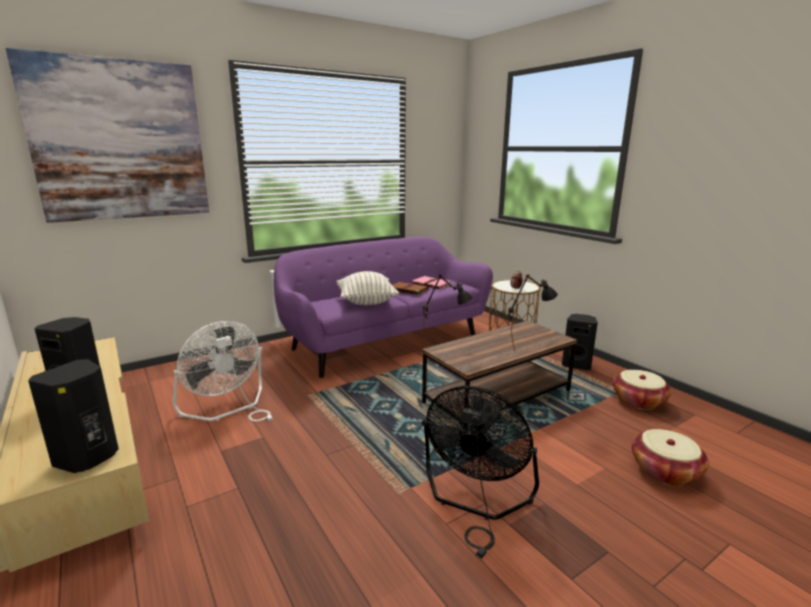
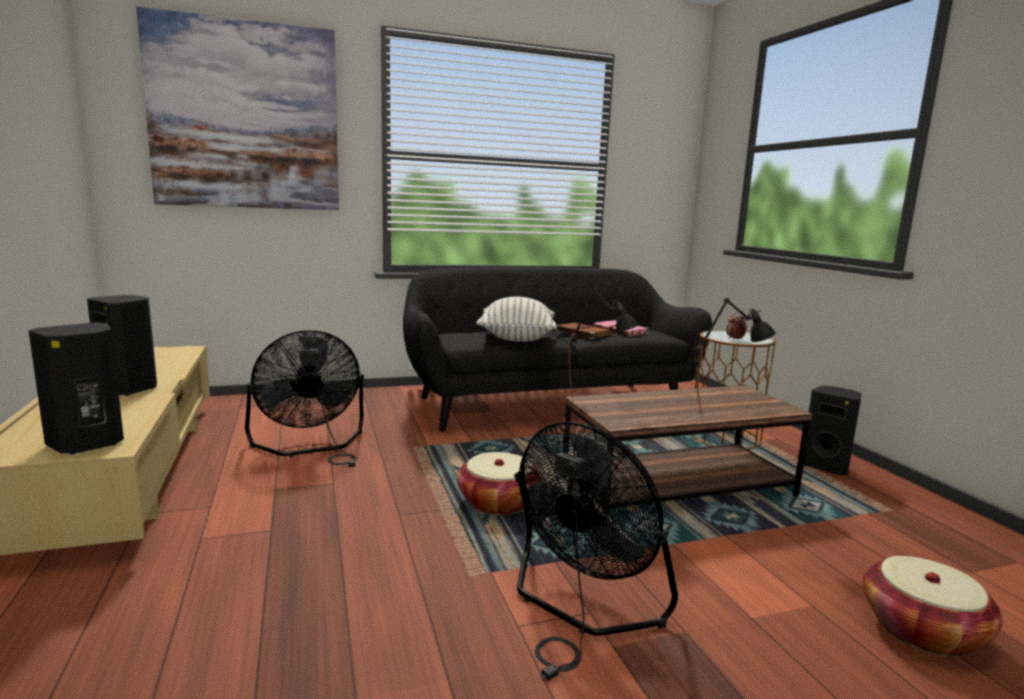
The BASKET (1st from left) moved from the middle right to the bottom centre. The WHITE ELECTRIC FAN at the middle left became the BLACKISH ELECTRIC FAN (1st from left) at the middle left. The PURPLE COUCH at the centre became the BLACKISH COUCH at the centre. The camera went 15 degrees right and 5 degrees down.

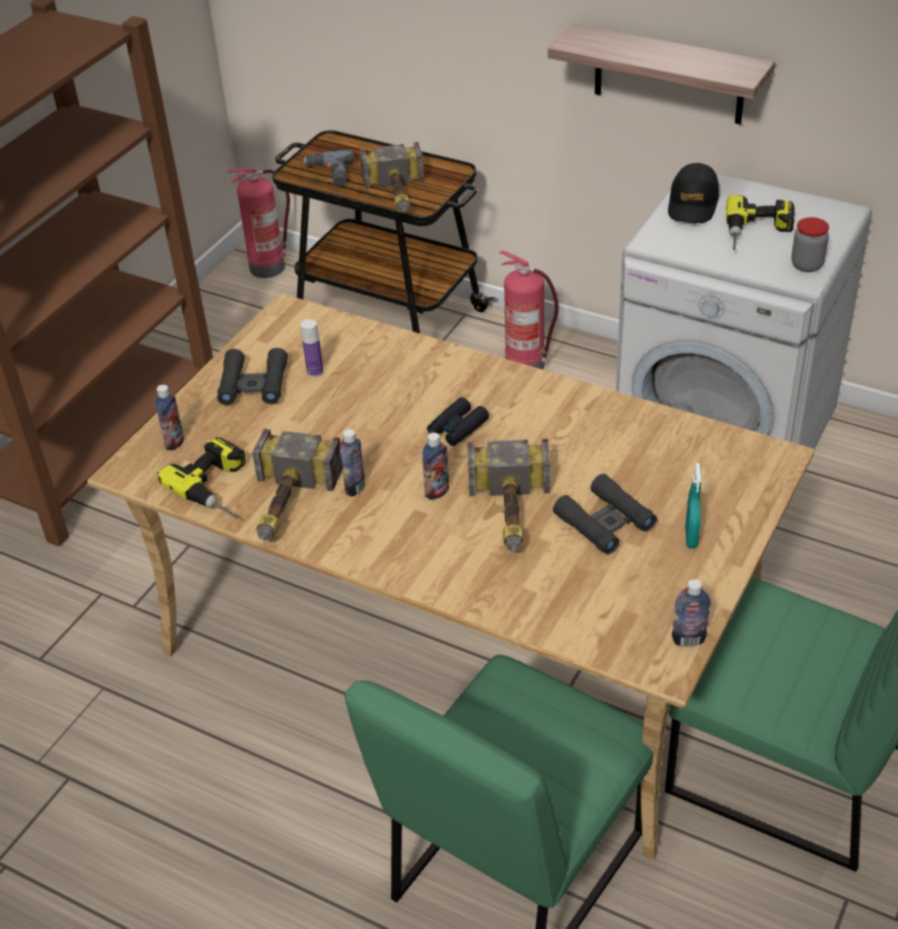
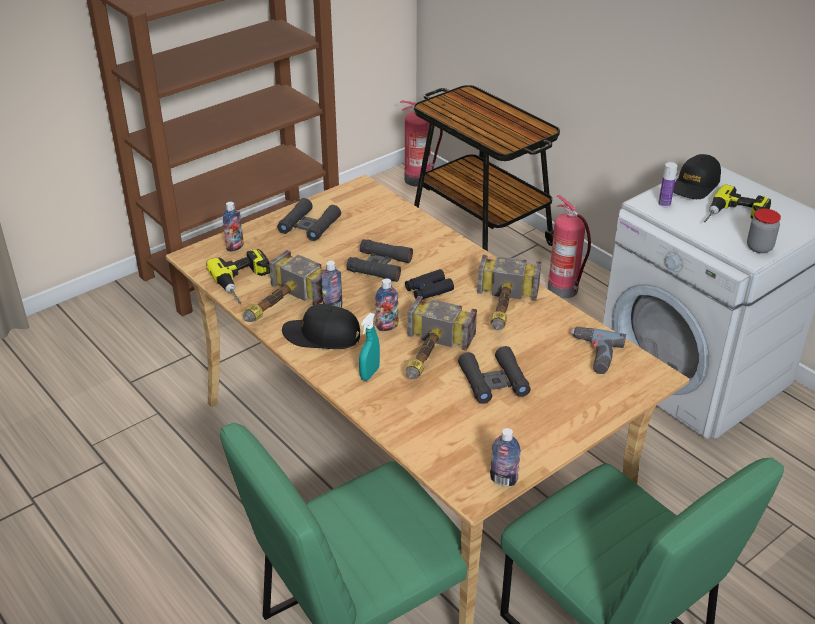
The WALL SHELF at the top right disappeared. The BLACKISH PEAKED CAP (1st from left) at the centre appeared. The BLACKISH FIELD GLASSES (2nd from left) at the centre appeared. The BEVERAGE BOTTLE (2nd from left in the first image) moved from the centre to the top right. The ELECTRIC DRILL (2nd from left) moved from the top centre to the middle right. The HAMMER (2nd from left in the first image) moved from the top centre to the centre. The TURQUOISE SPRAY BOTTLE moved from the middle right to the centre. The camera went 20 degrees right and 5 degrees down.

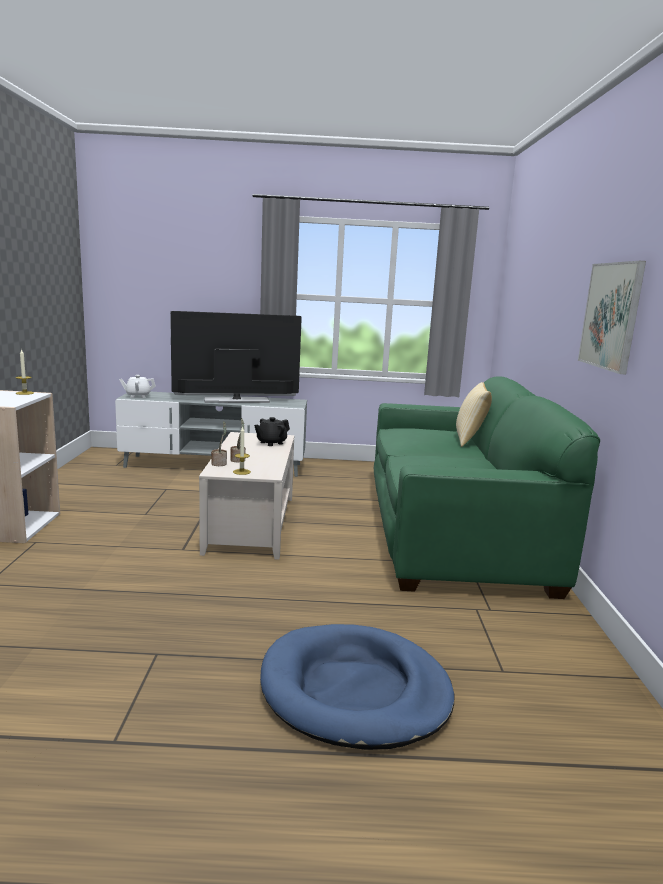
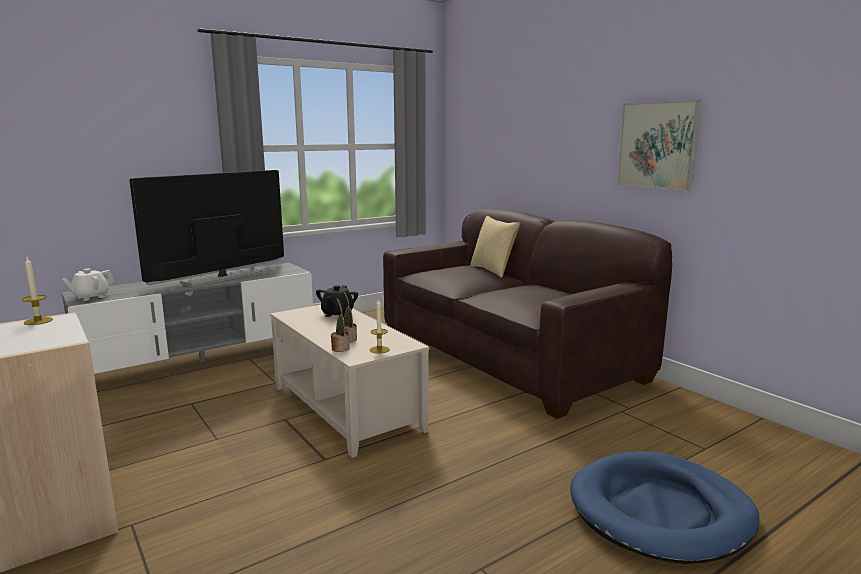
The GREENISH COUCH at the middle right became the BROWNISH COUCH at the centre. The camera went 35 degrees left and 0 degrees up.

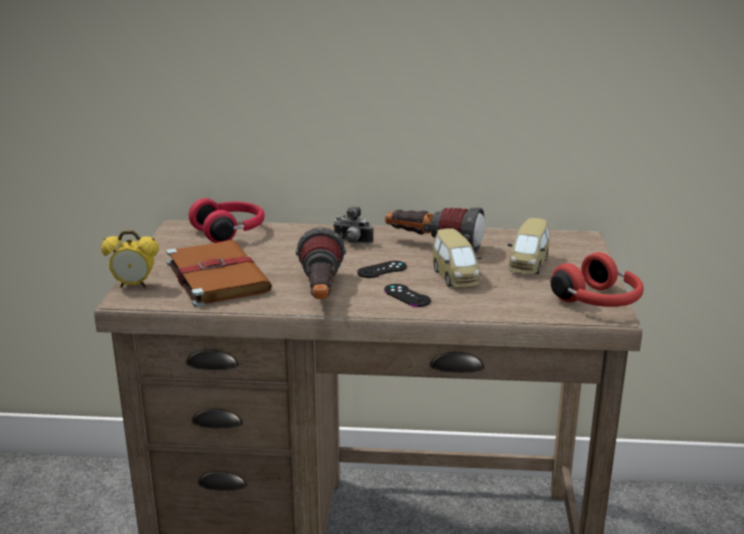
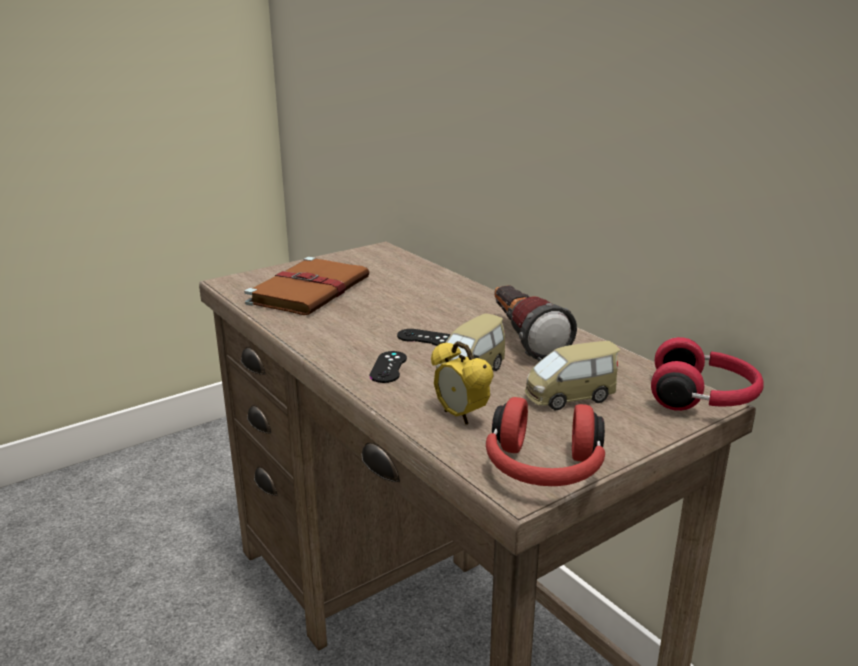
The HAND TORCH (1st from left) at the centre disappeared. The STILL CAMERA at the centre disappeared. The BEDSIDE CLOCK moved from the middle left to the centre. The RED-COLOURED HEADSET (1st from left in the first image) moved from the middle left to the middle right. The camera went 50 degrees right and 0 degrees up.

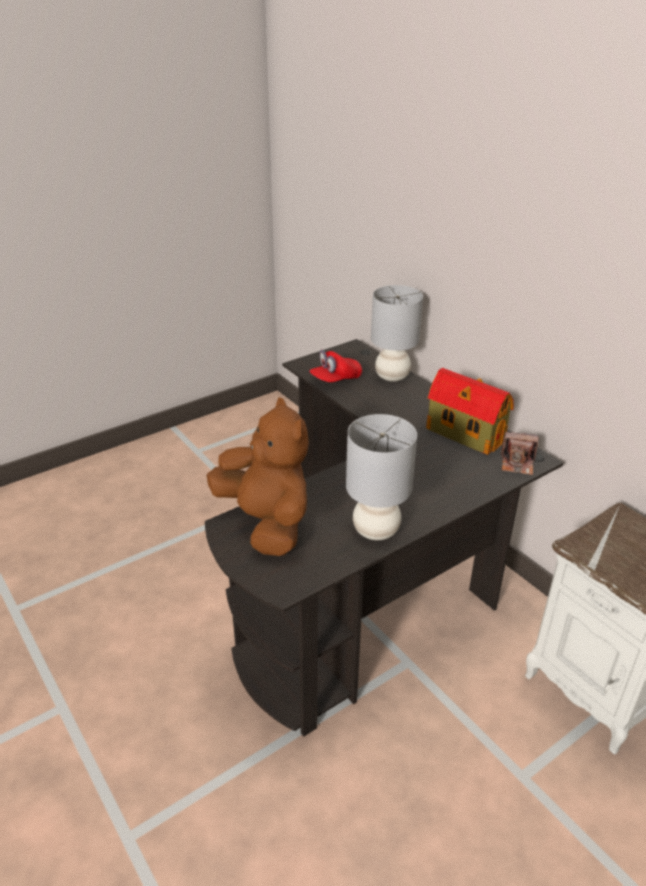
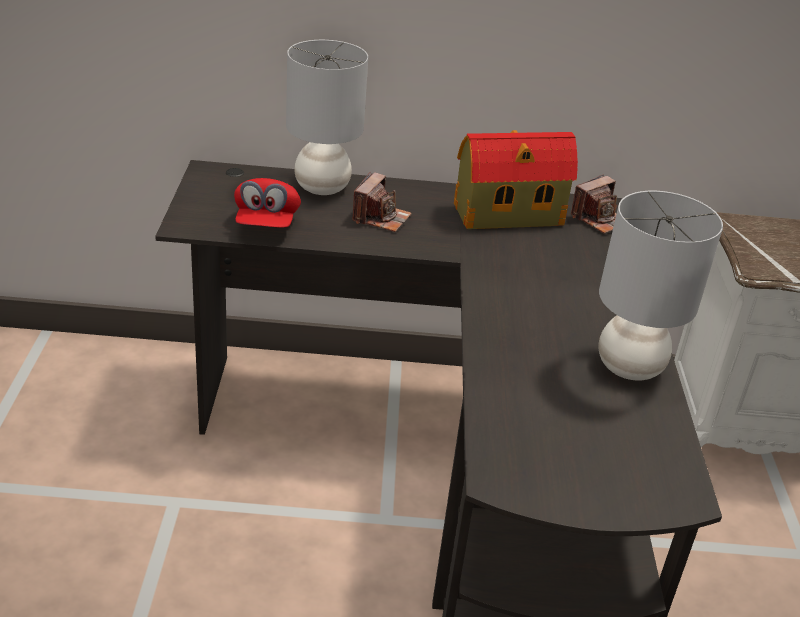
The BROWNISH SOFT TOY at the centre disappeared. The STILL CAMERA (1st from left) at the top centre appeared. The camera went 55 degrees left and 0 degrees up.

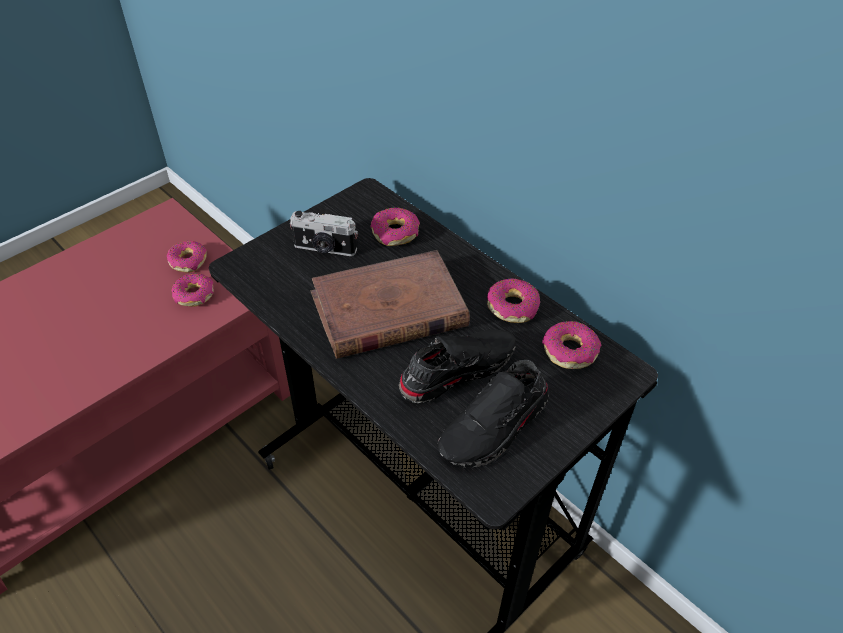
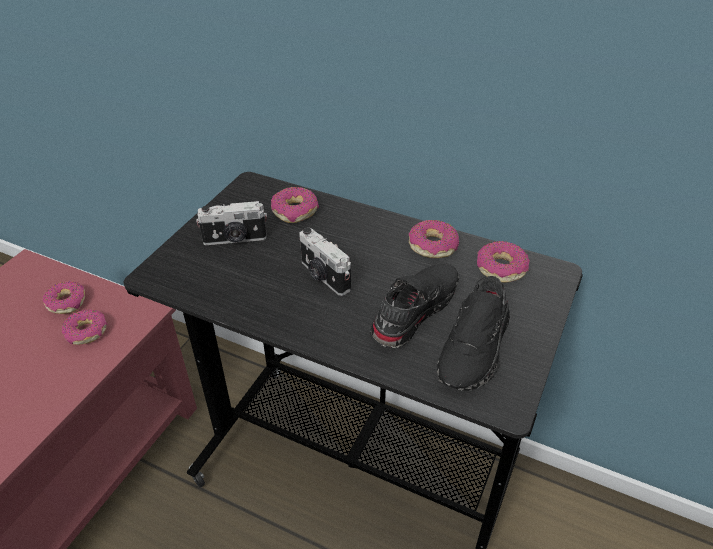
The BROWNISH BOOK at the centre was replaced by the STILL CAMERA (2nd from left) at the centre. The camera went 20 degrees left and 5 degrees down.

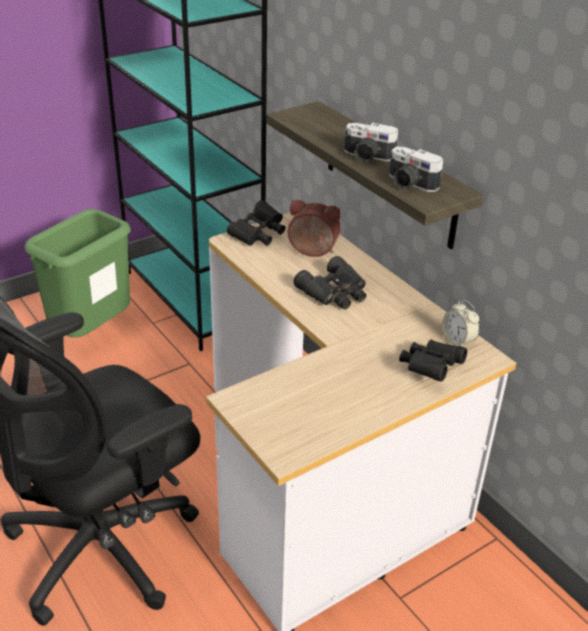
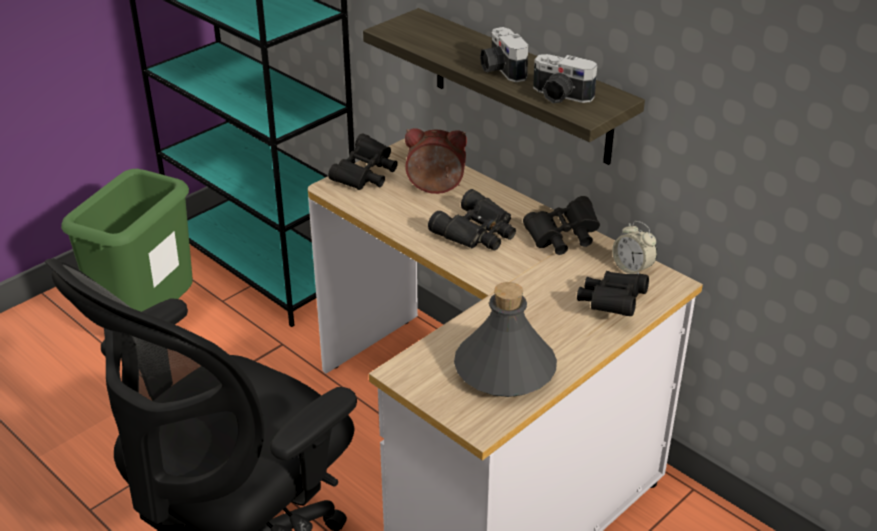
The GRAY BEVERAGE BOTTLE at the centre appeared. The BLACKISH FIELD GLASSES (3rd from left) at the centre appeared. The STILL CAMERA (1st from left) at the top centre turned 60 degrees clockwise. The camera went 10 degrees left and 0 degrees up.

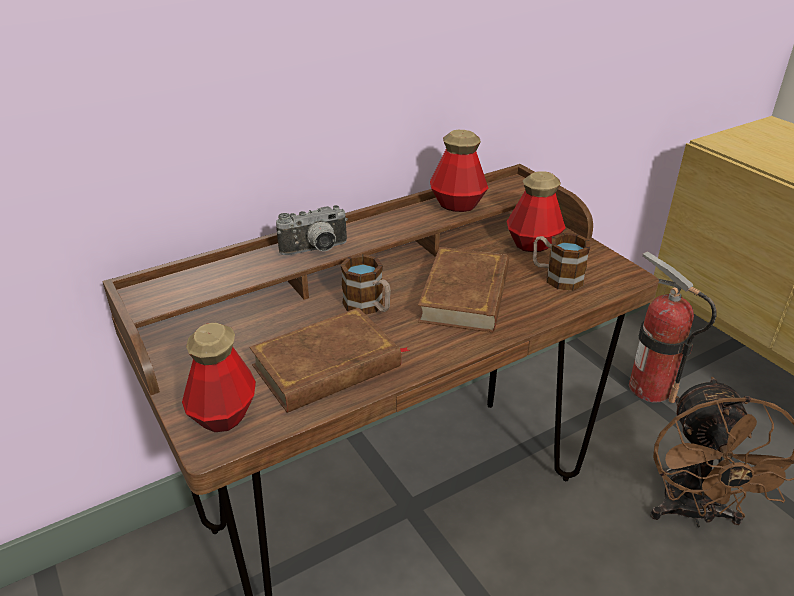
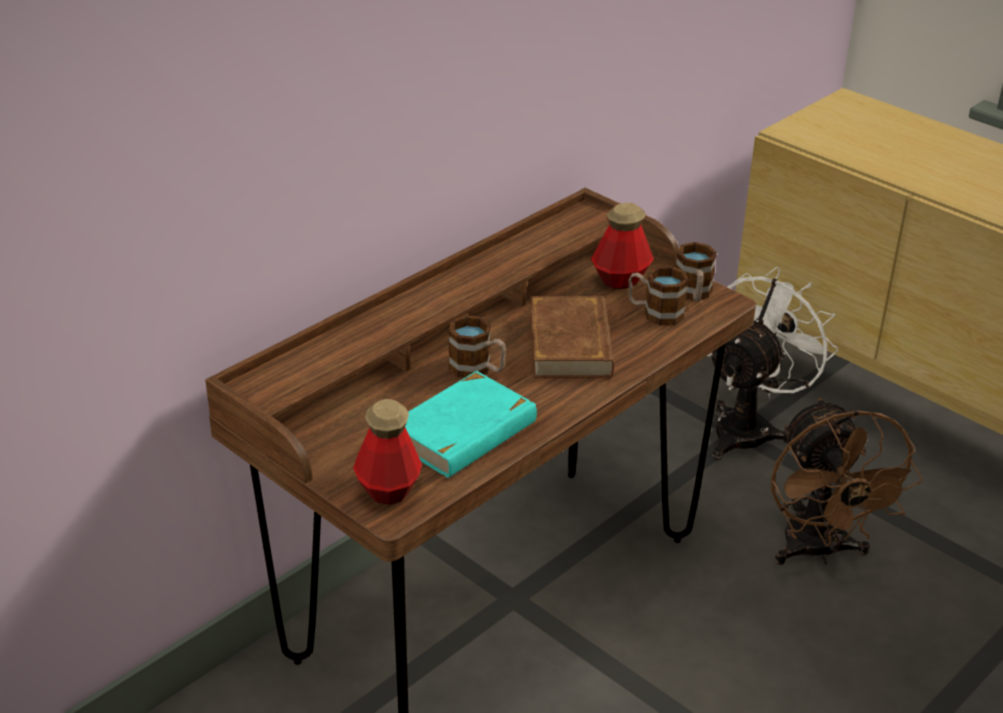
The STILL CAMERA at the centre disappeared. The BEVERAGE BOTTLE (2nd from left) at the top centre disappeared. The COFFEE MUG (3rd from left) at the middle right appeared. The EXTINGUISHER at the middle right was replaced by the WHITE ELECTRIC FAN at the middle right. The BROWNISH BOOK (1st from left) at the centre became the TURQUOISE BOOK at the centre. The camera went 15 degrees left and 0 degrees up.

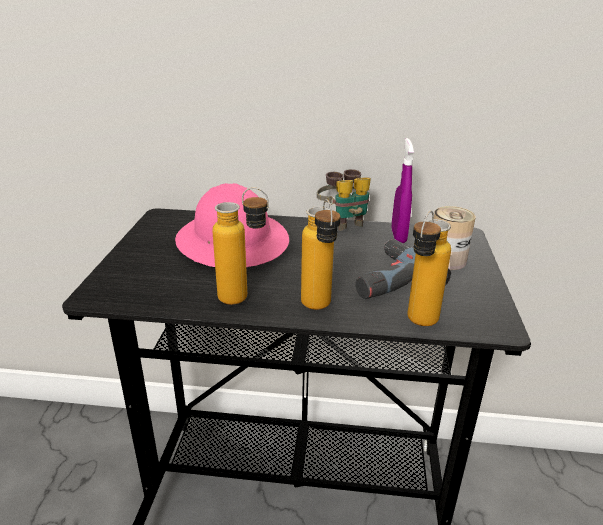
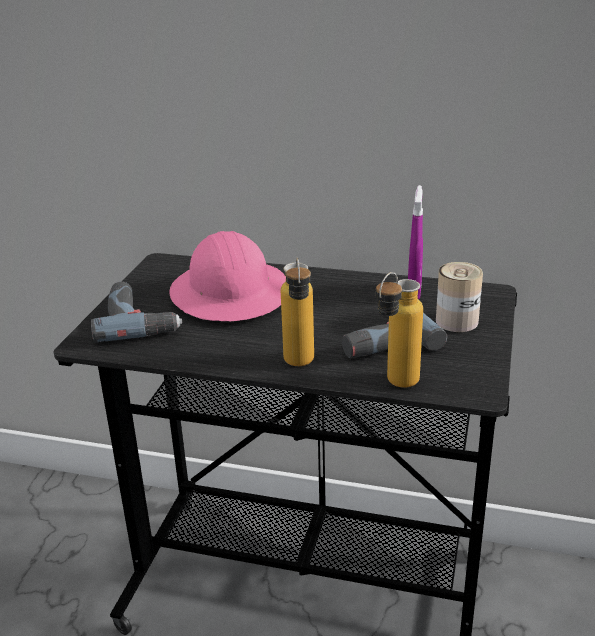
The BEVERAGE BOTTLE (1st from left) at the centre disappeared. The FIELD GLASSES at the centre disappeared. The ELECTRIC DRILL (1st from left) at the middle left appeared. The camera went 10 degrees right and 0 degrees up.

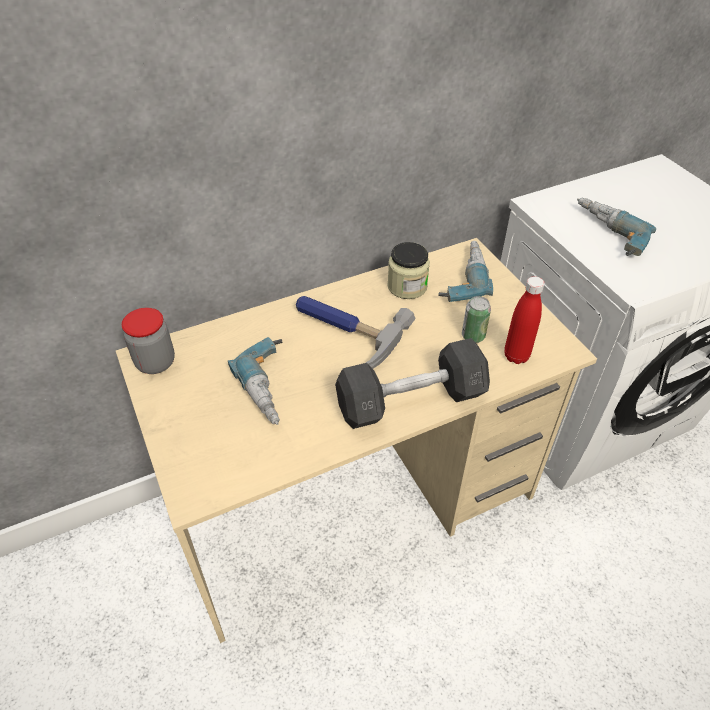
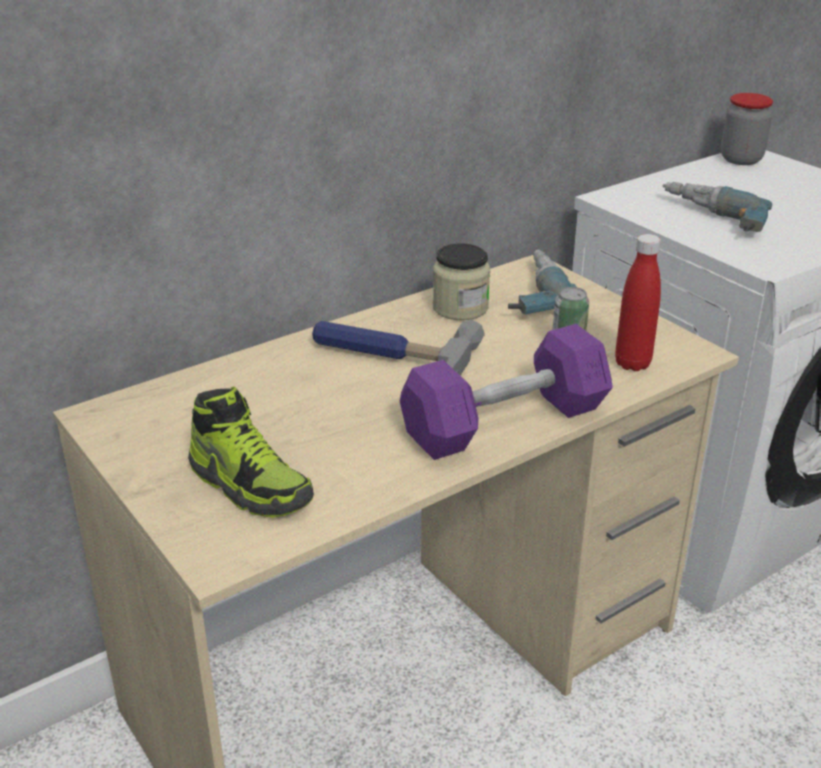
The ELECTRIC DRILL (1st from left) at the centre disappeared. The ITEM OF FOOTWEAR at the middle left appeared. The JAR (1st from left in the first image) moved from the middle left to the top right. The GRAY DUMBBELL at the centre became the PURPLE DUMBBELL at the centre. The camera went 10 degrees left and 15 degrees down.

